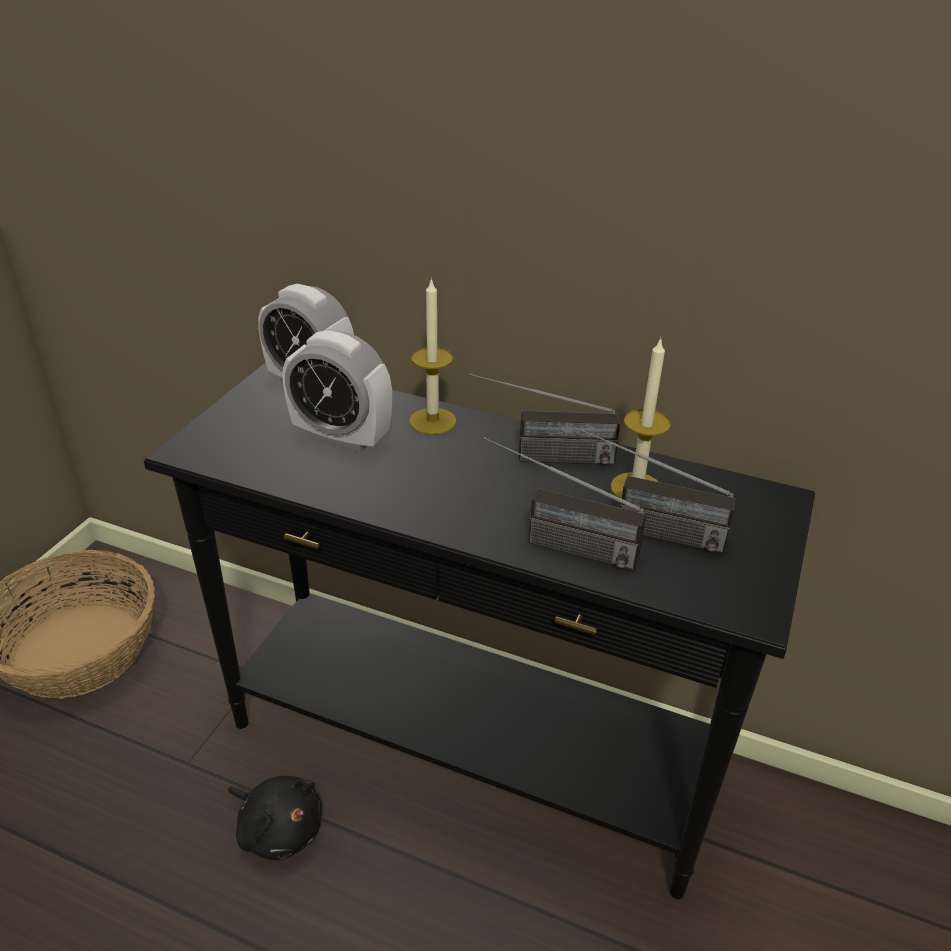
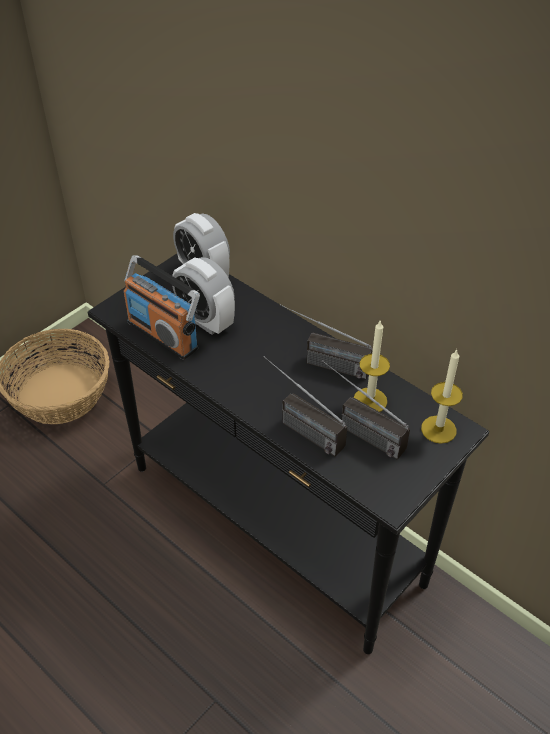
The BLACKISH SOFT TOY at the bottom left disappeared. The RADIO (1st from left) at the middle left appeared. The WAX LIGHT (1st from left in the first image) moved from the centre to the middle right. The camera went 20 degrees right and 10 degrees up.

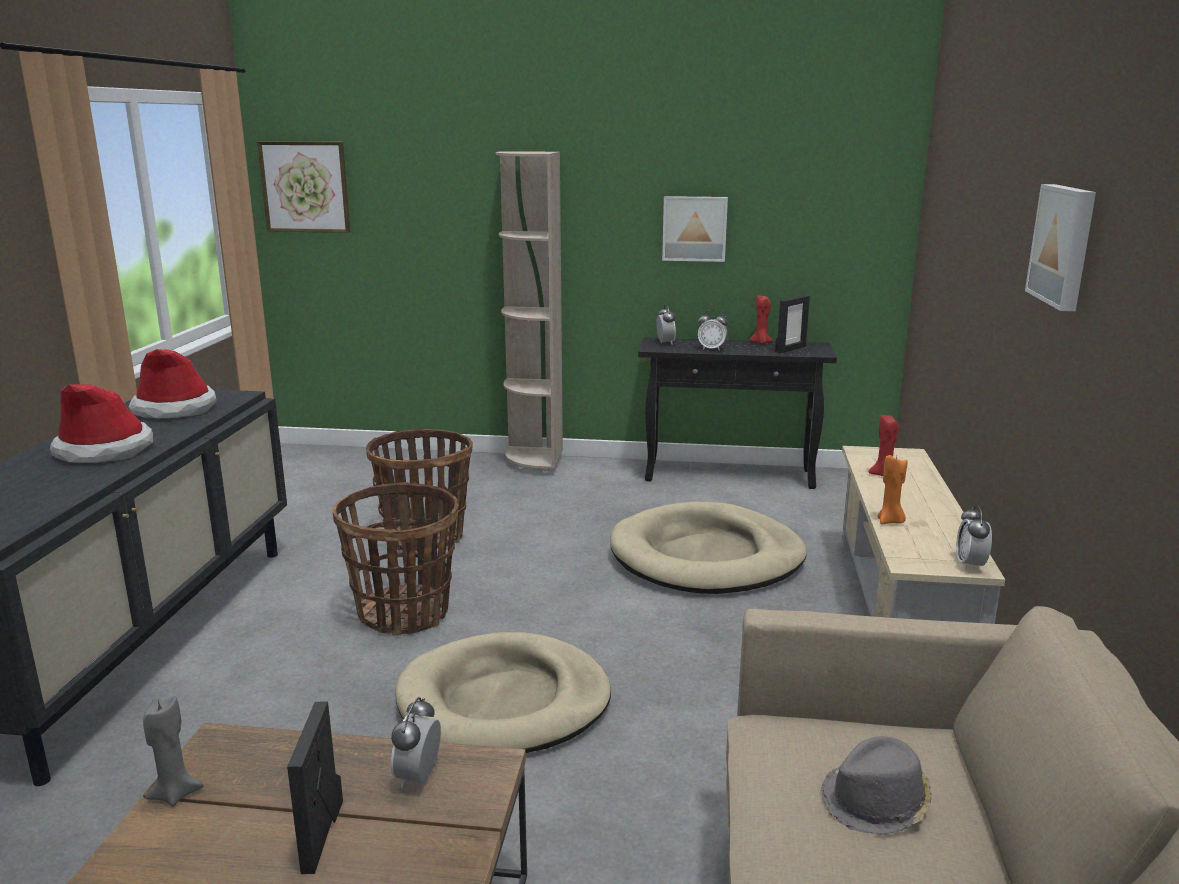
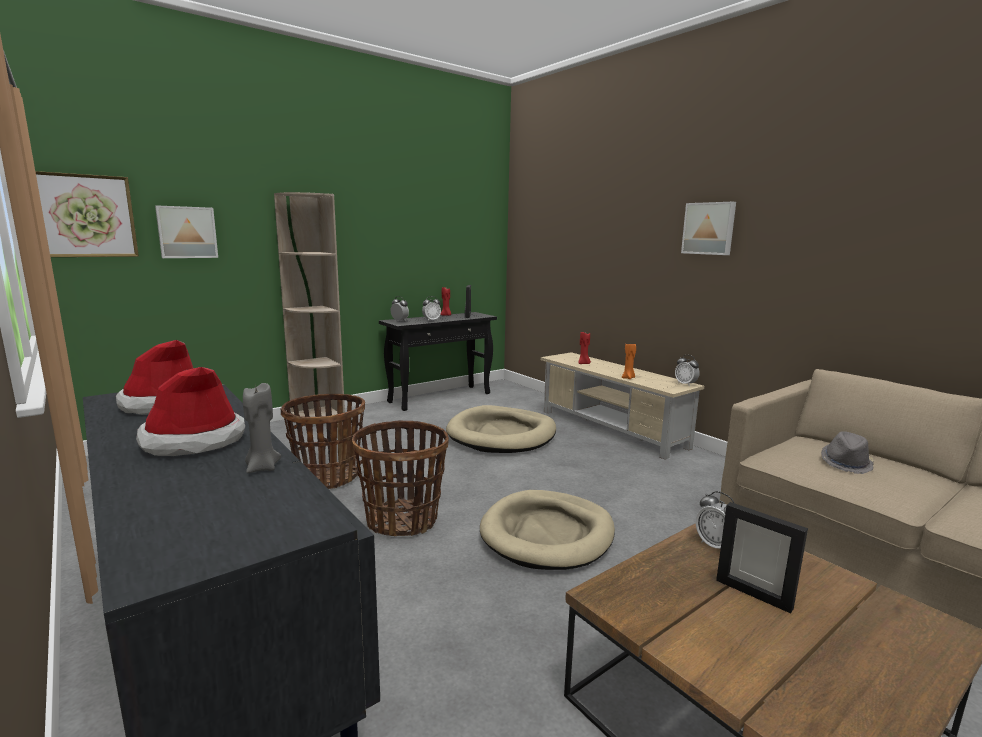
The GRAY WAX LIGHT moved from the bottom left to the middle left. The PICTURE (2nd from left) moved from the top centre to the top left. The camera went 45 degrees left and 5 degrees down.

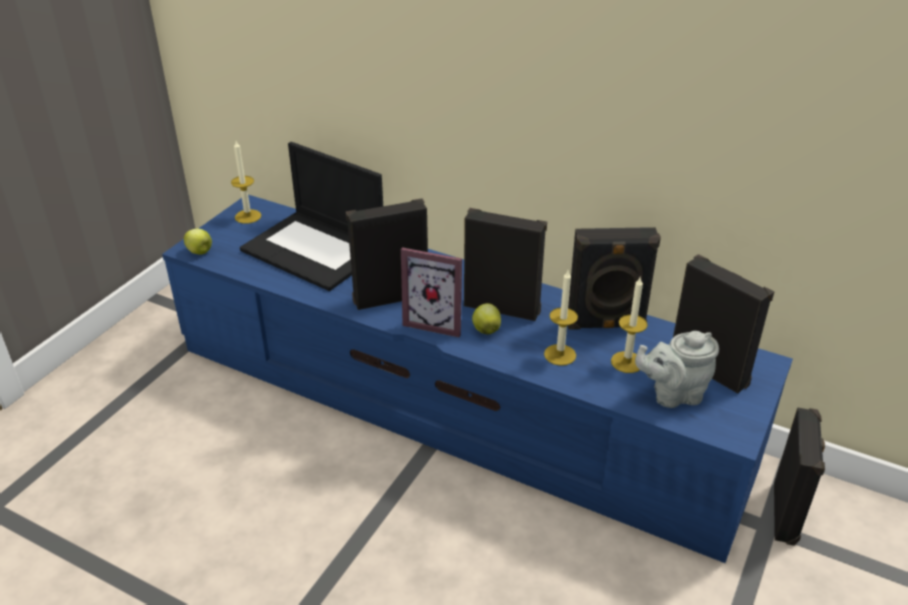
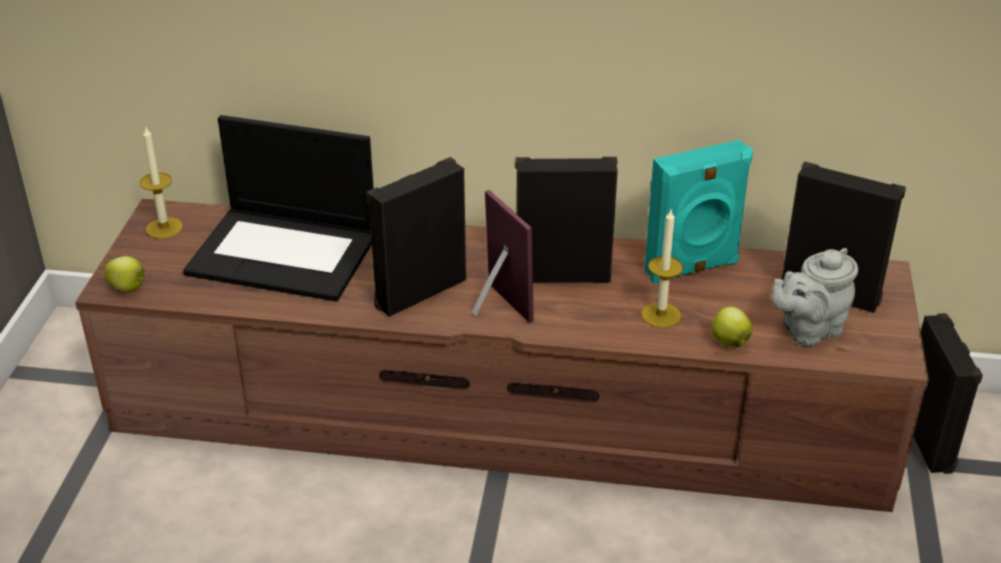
The WAX LIGHT (3rd from left) at the middle right disappeared. The WHOLE APPLE (2nd from left) moved from the centre to the middle right. The BLUE TV STAND at the centre became the BROWNISH TV STAND at the centre. The BLACKISH SPEAKER (3rd from left) at the middle right became the TURQUOISE SPEAKER at the middle right. The PHOTO FRAME at the centre turned 120 degrees counterclockwise. The camera went 20 degrees left and 0 degrees up.

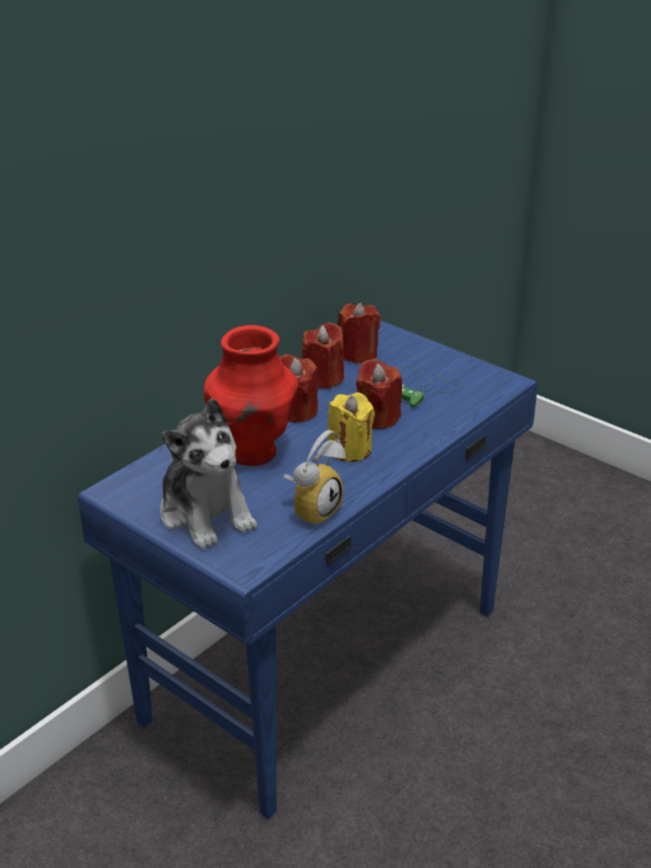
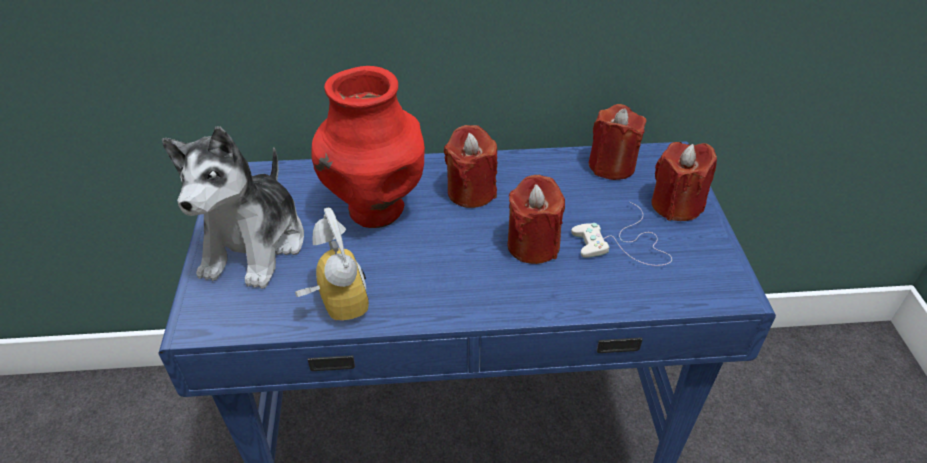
The YELLOW-COLOURED WAX LIGHT at the centre disappeared. The RED-COLOURED WAX LIGHT (2nd from left in the first image) moved from the centre to the middle right. The GREENISH JOYPAD at the centre became the WHITE JOYPAD at the middle right. The BEDSIDE CLOCK at the centre turned 105 degrees counterclockwise. The camera went 45 degrees right and 10 degrees up.

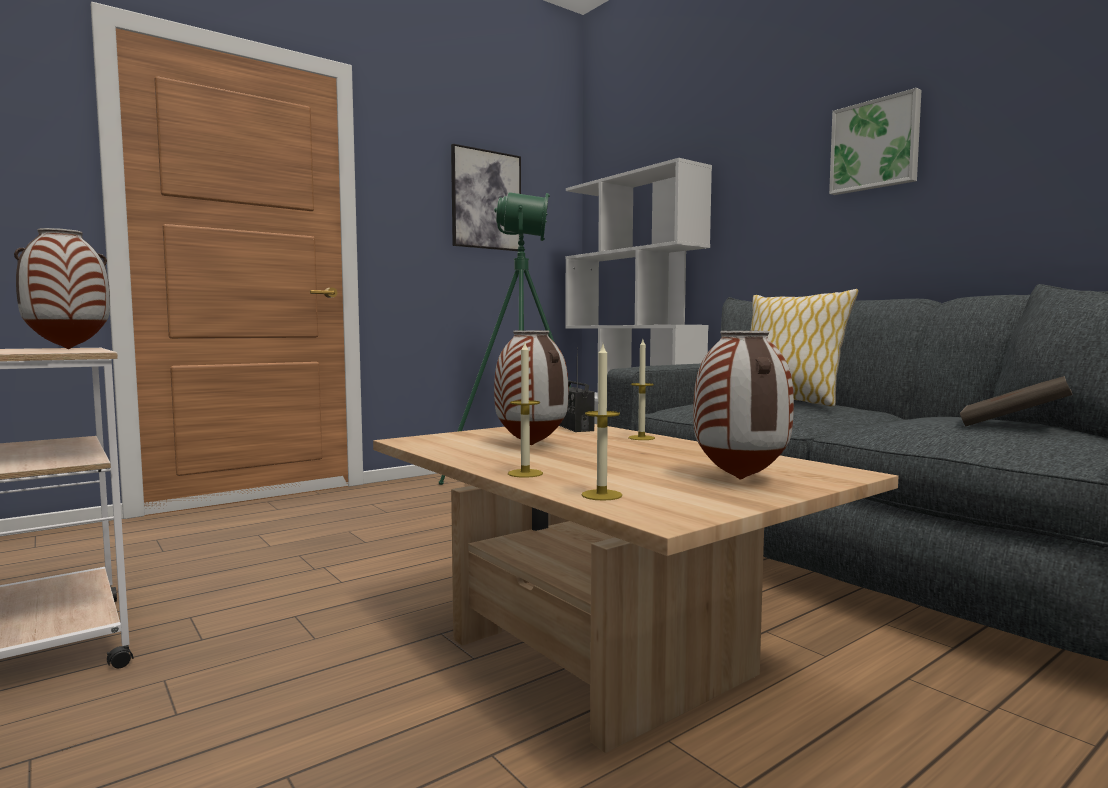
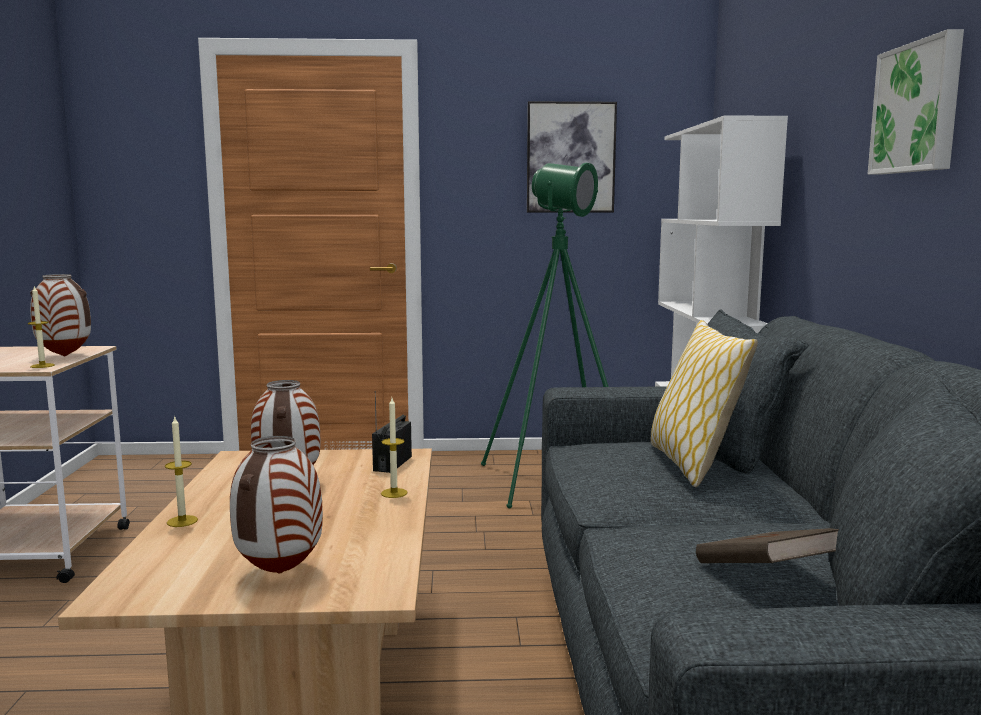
The WAX LIGHT (2nd from left in the first image) moved from the centre to the middle left. The camera went 35 degrees right and 5 degrees up.

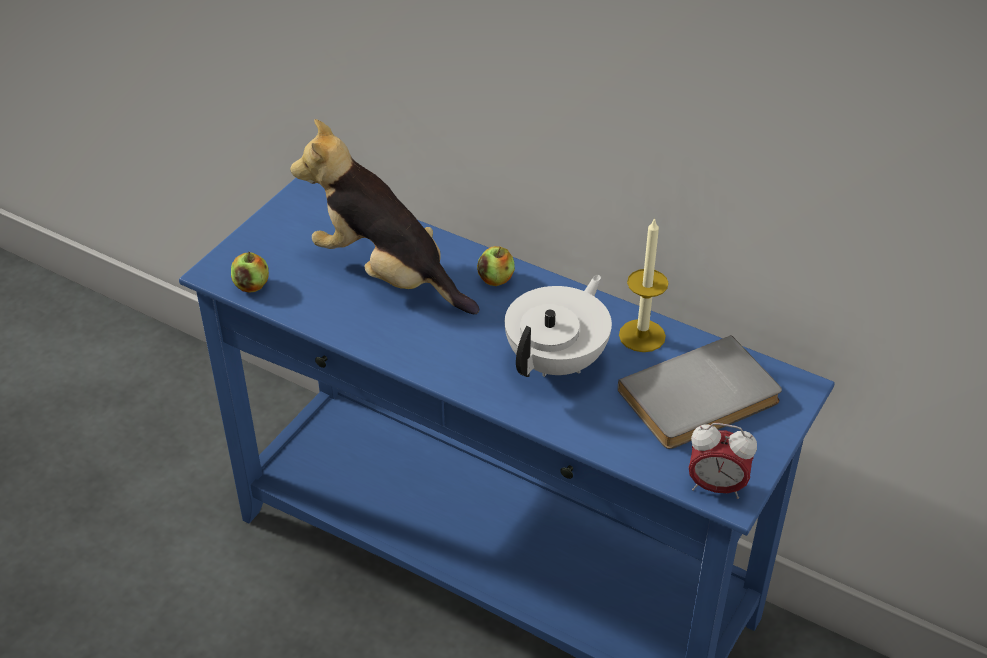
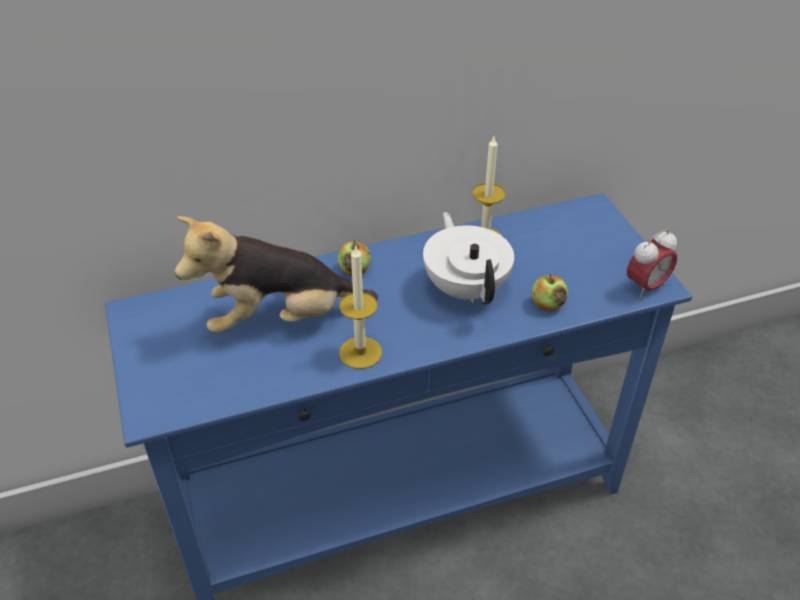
The GRAY BOOK at the middle right disappeared. The WAX LIGHT (1st from left) at the centre appeared. The WHOLE APPLE (1st from left in the first image) moved from the middle left to the middle right. The camera went 50 degrees left and 0 degrees up.

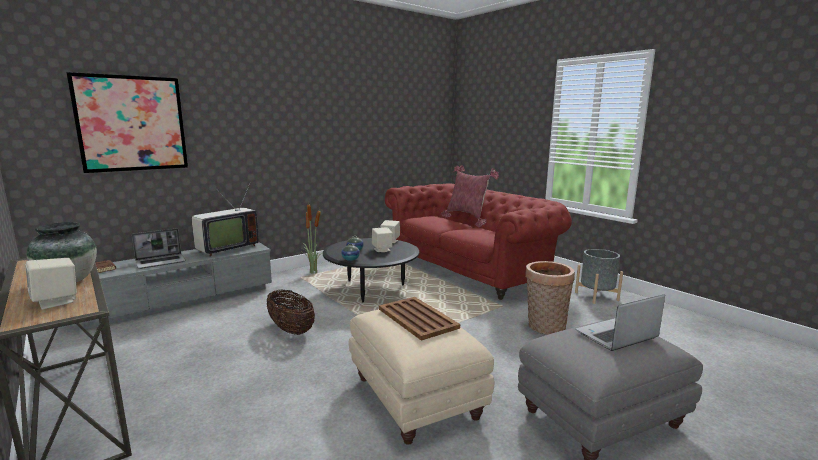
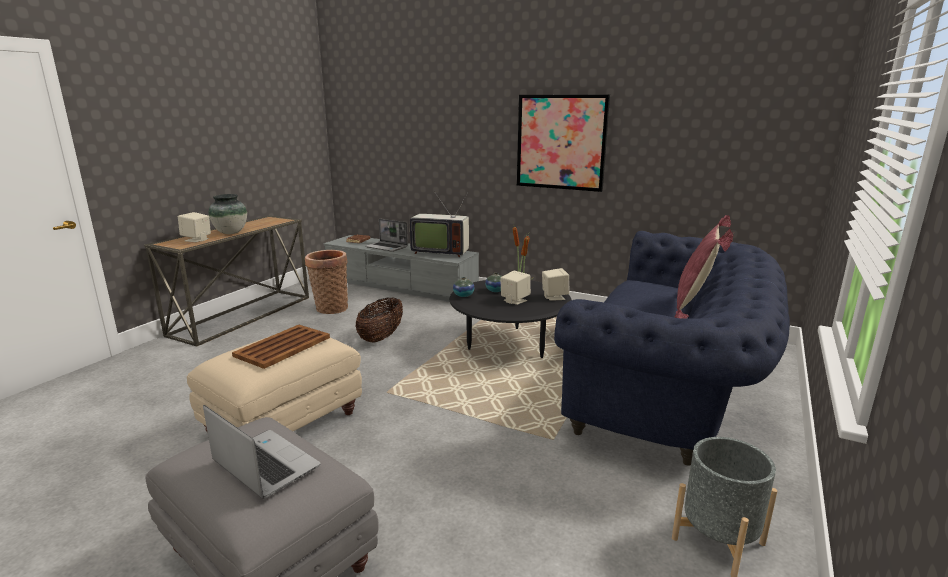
The PICTURE moved from the top left to the top centre. The BASKET (2nd from left in the first image) moved from the middle right to the centre. The RED-COLOURED COUCH at the centre became the BLUE COUCH at the middle right. The camera went 65 degrees right and 5 degrees up.

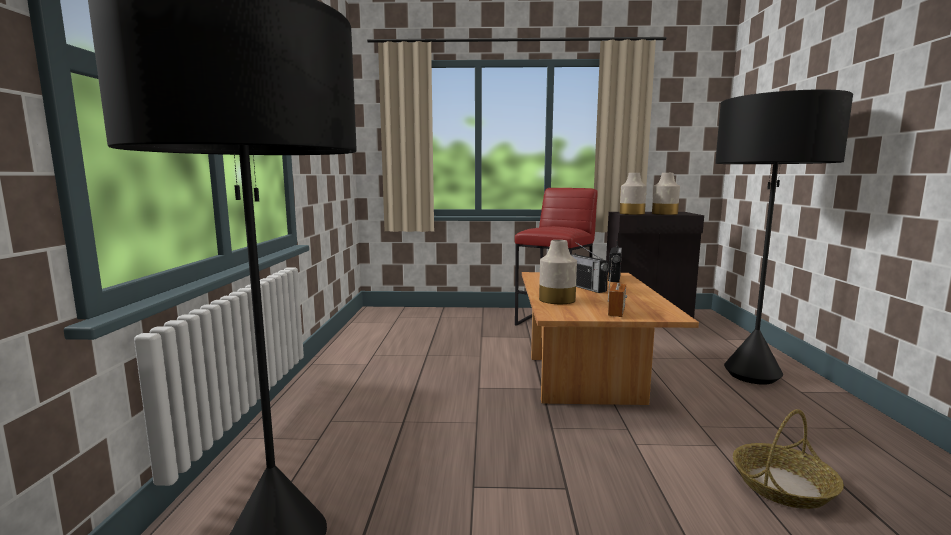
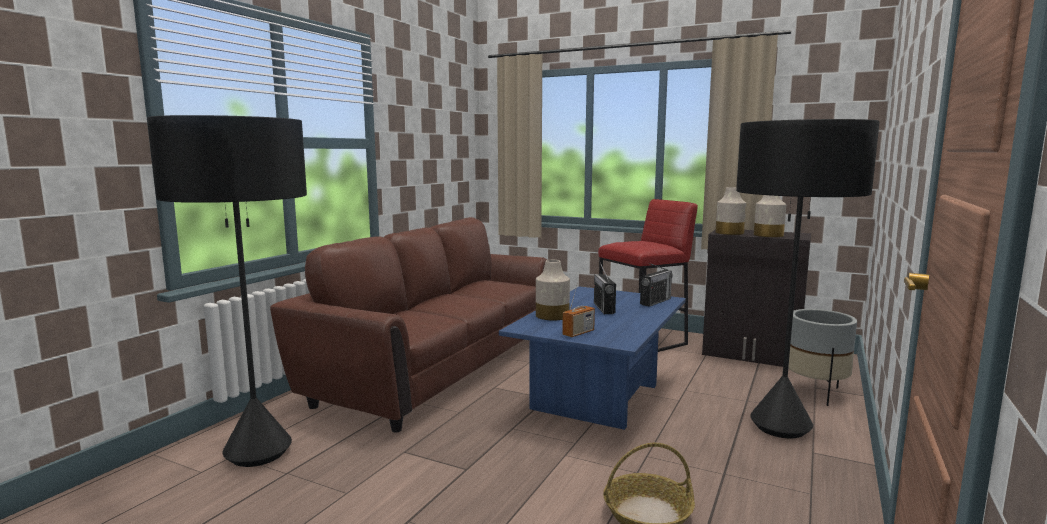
The BROWNISH COUCH at the centre appeared. The GRAY FLOWER POT at the bottom right appeared. The BROWNISH LOUNGE TABLE at the centre became the BLUE LOUNGE TABLE at the bottom centre. The camera went 25 degrees right and 0 degrees up.

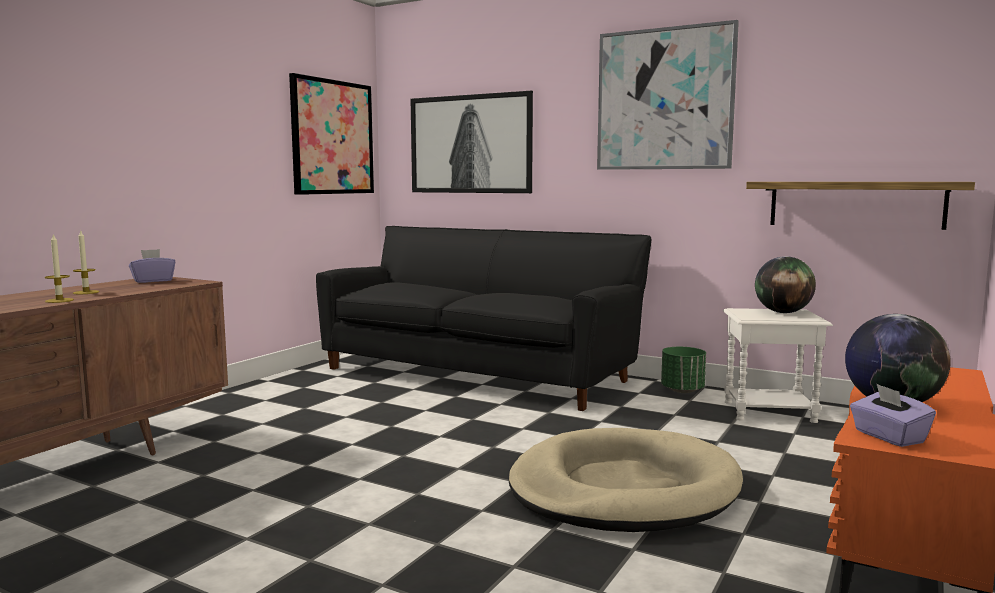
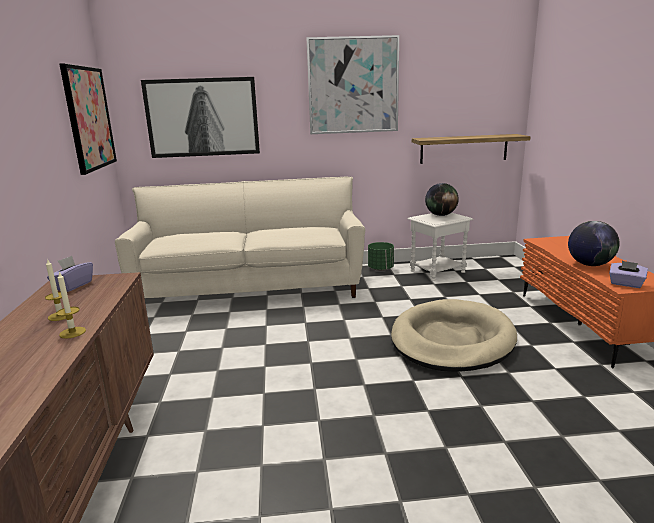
The BLACKISH COUCH at the centre became the SAND-COLOURED COUCH at the centre. The camera went 35 degrees left and 10 degrees up.

